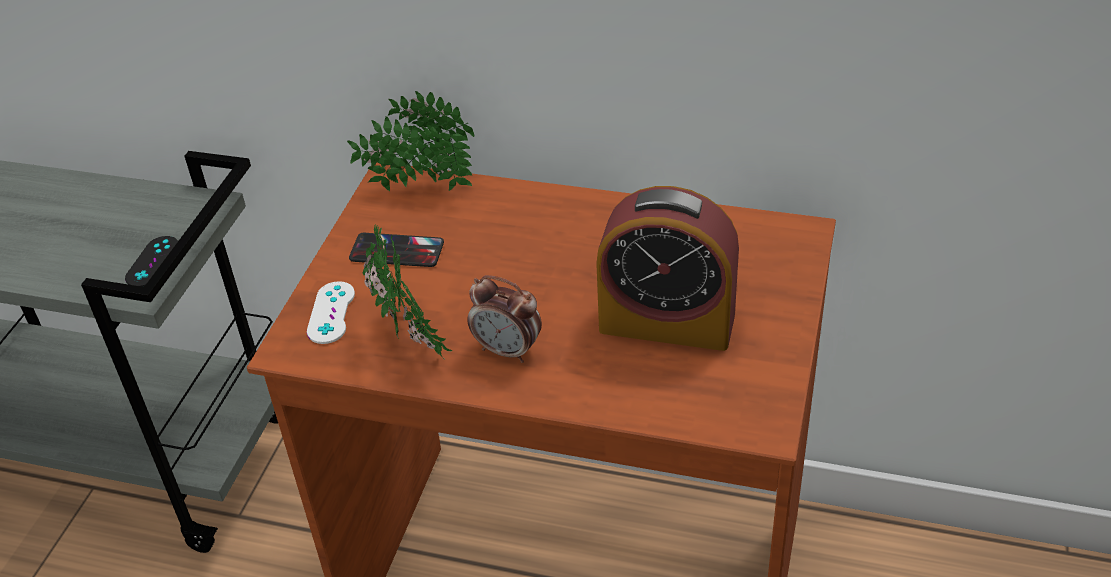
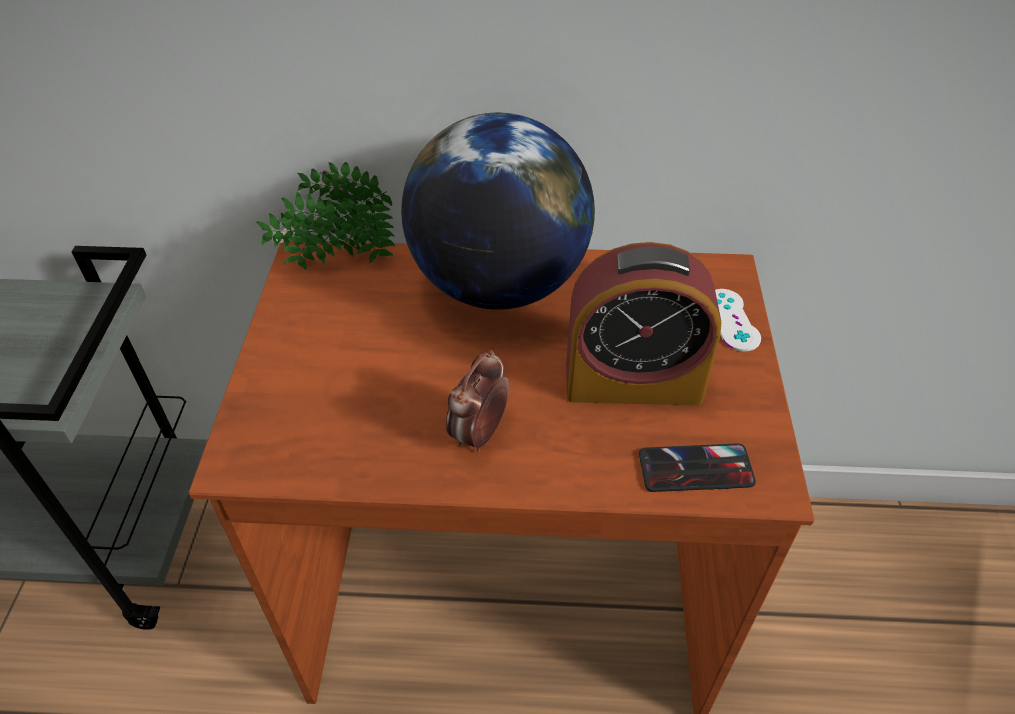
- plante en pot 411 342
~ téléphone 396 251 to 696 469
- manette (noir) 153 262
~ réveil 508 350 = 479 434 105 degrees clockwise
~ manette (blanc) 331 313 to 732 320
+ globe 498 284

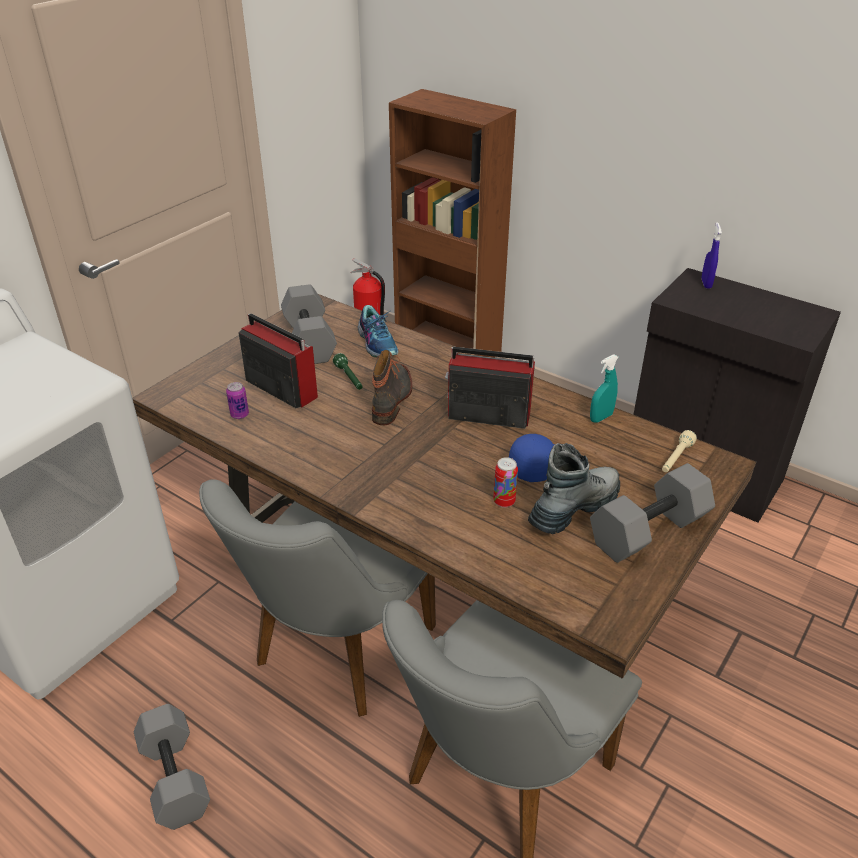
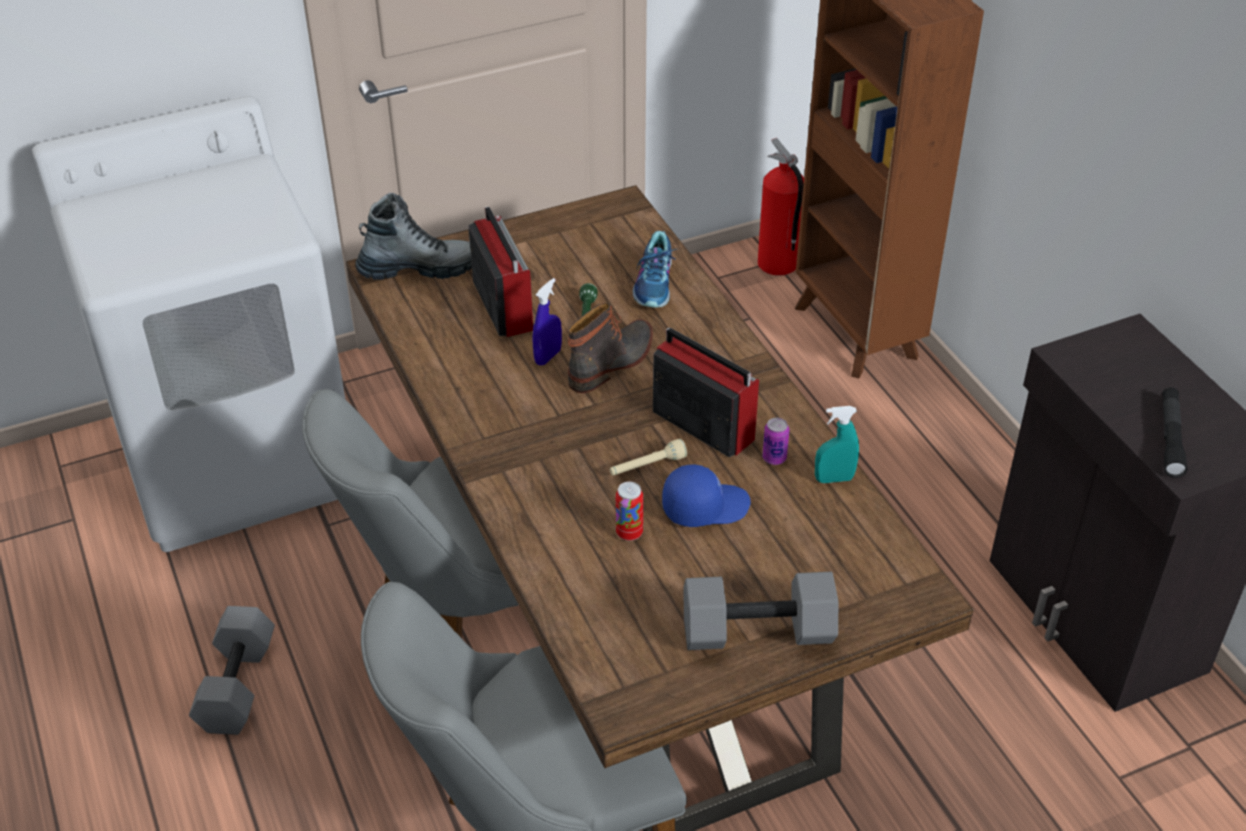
~ vaporisateur (bleu) 706 283 to 548 356
- haltère (gris) 311 341
~ boîte métallique 239 415 to 774 458
~ lampe de poche (beige) 675 459 to 647 466
~ botte 574 508 to 418 269
+ lampe de poche (noir) 1170 438

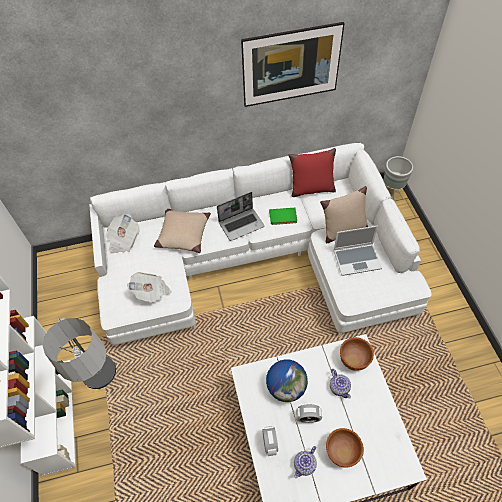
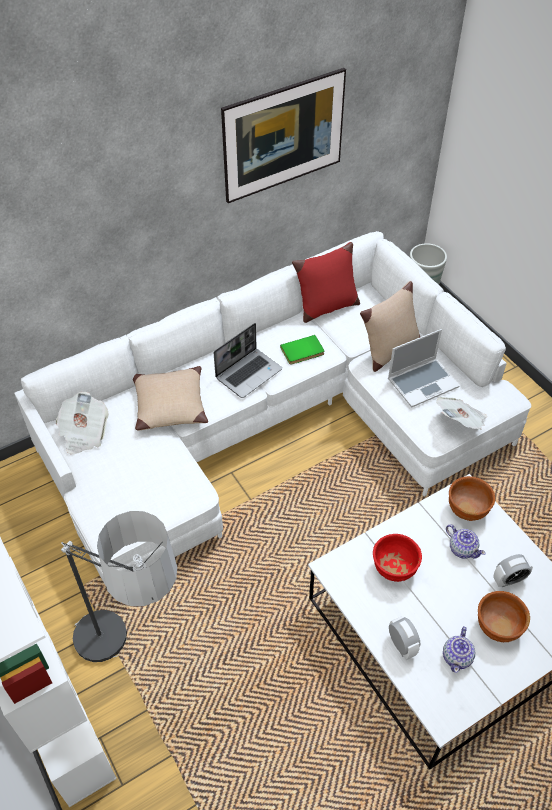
~ journal 151 292 to 461 421
~ globe 286 387 to bol (rouge) 393 568
~ réveil 308 418 to 508 580

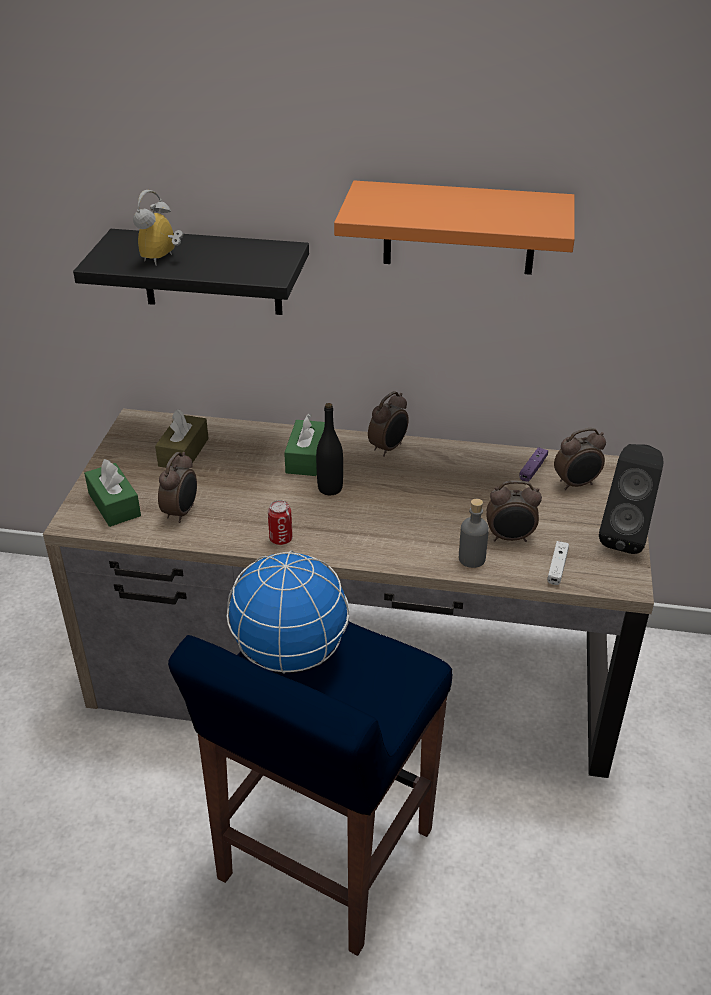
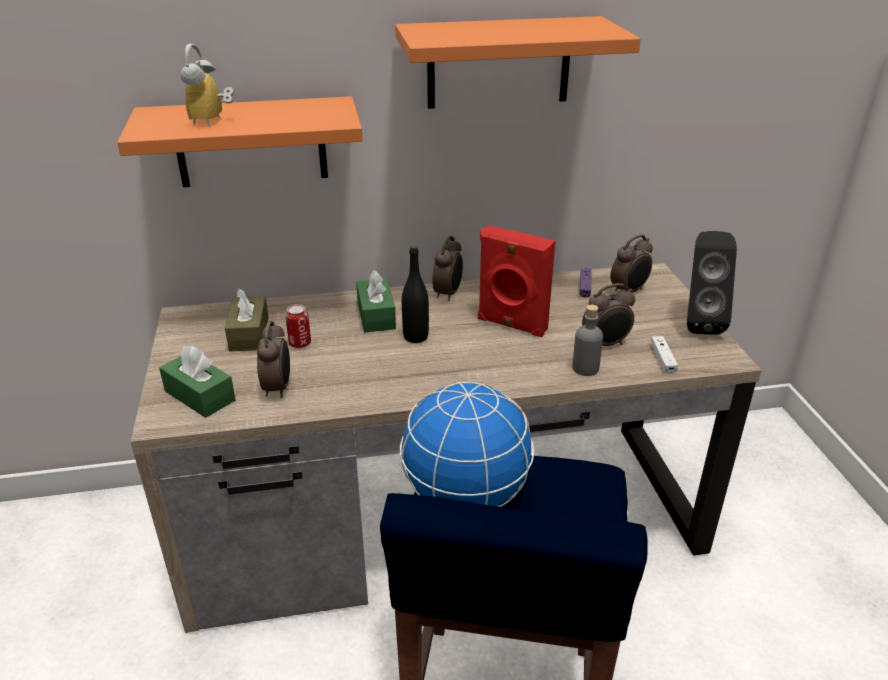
~ étagère (noir) 211 272 to étagère (orange) 251 142
~ boîte métallique 281 539 to 300 343
+ enceinte (rouge) 511 325

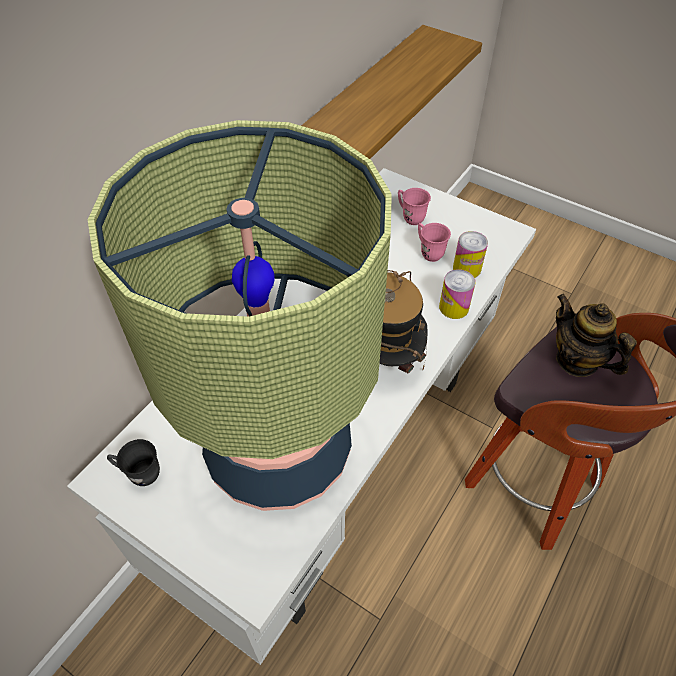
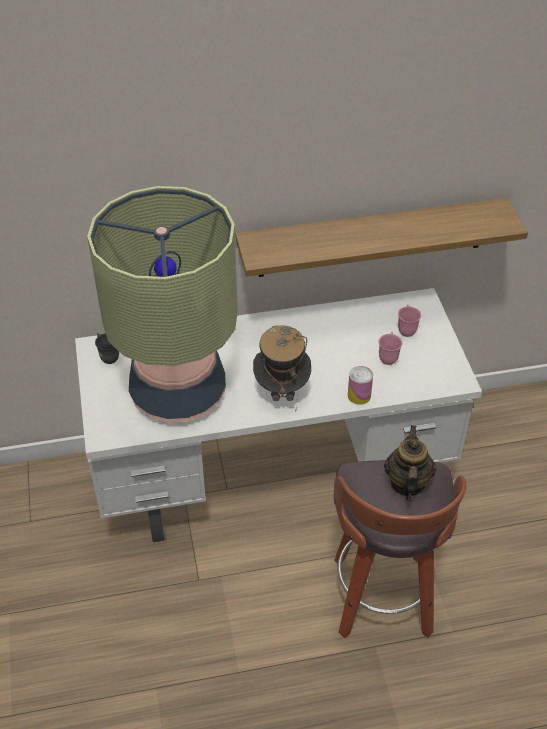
- boîte métallique 466 268

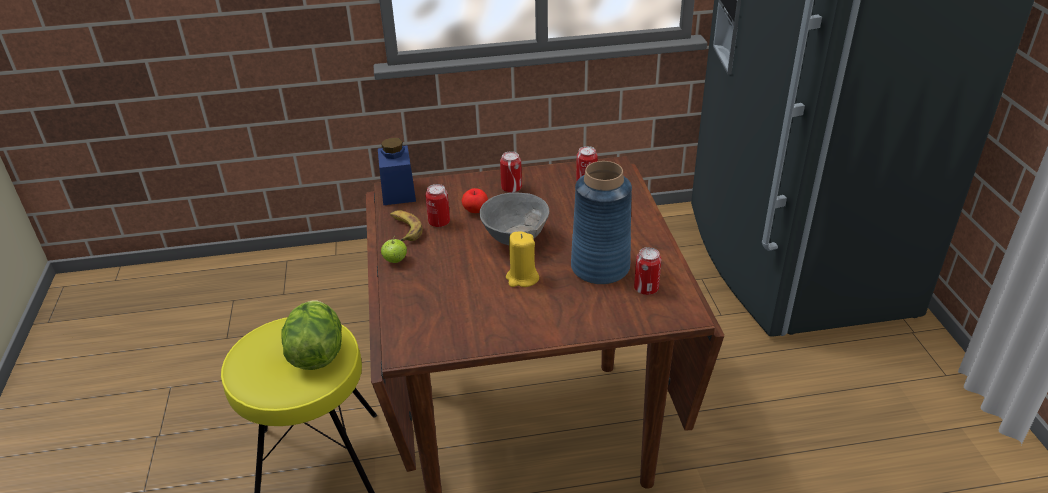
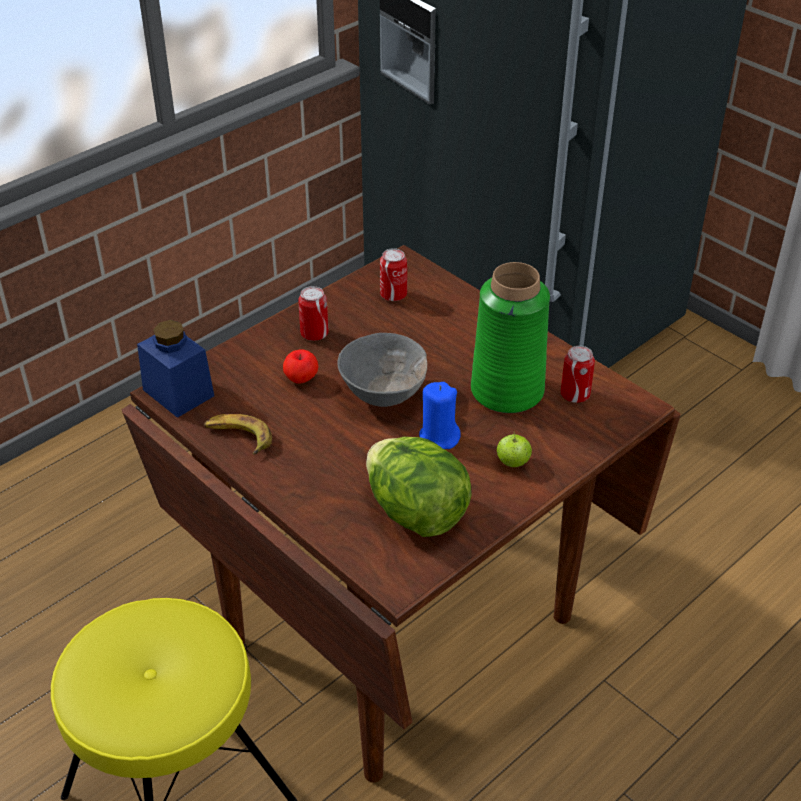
~ vase (bleu) 600 267 to vase (vert) 507 390
- boîte métallique 439 222
~ bougie (jaune) 522 278 to bougie (bleu) 438 439
~ pomme 395 261 to 513 463
~ laitue 316 354 to 416 513

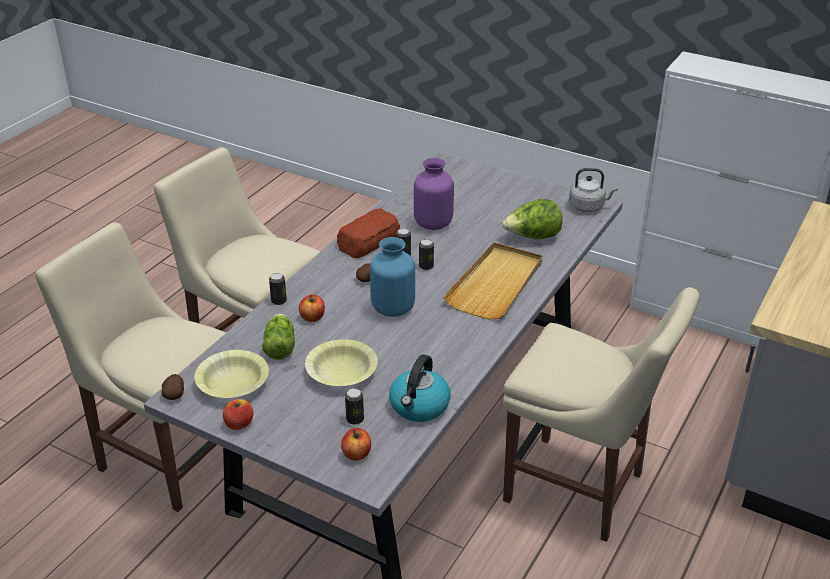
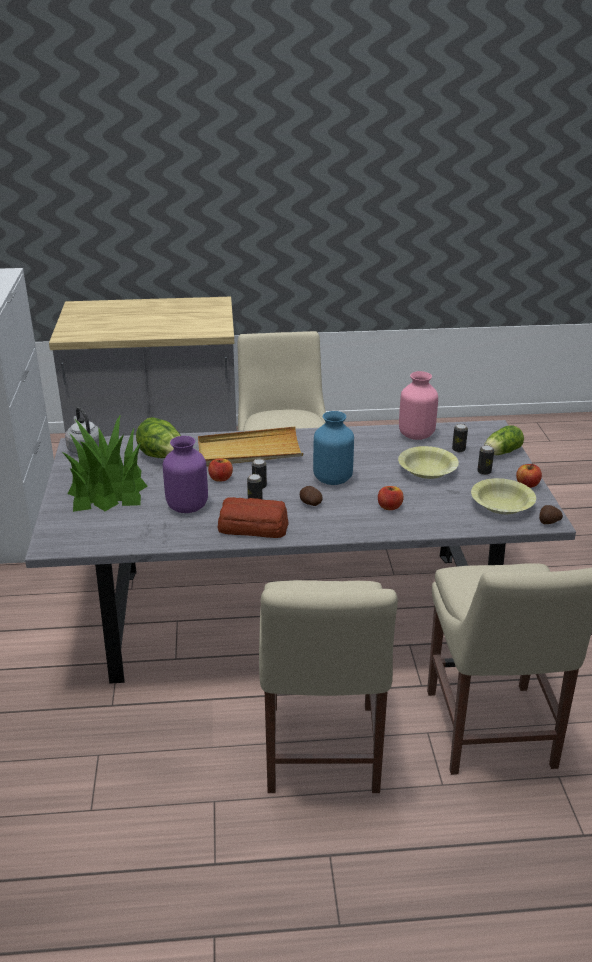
~ boîte métallique 279 301 to 484 472
~ laitue 280 345 to 500 453
~ bouilloire 419 406 to vase (rose) 415 434
~ pomme 356 454 to 220 478
+ plante en pot 107 489

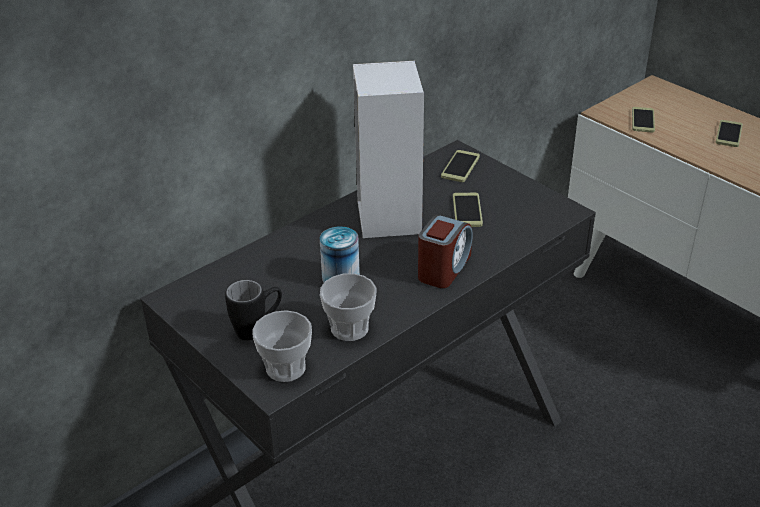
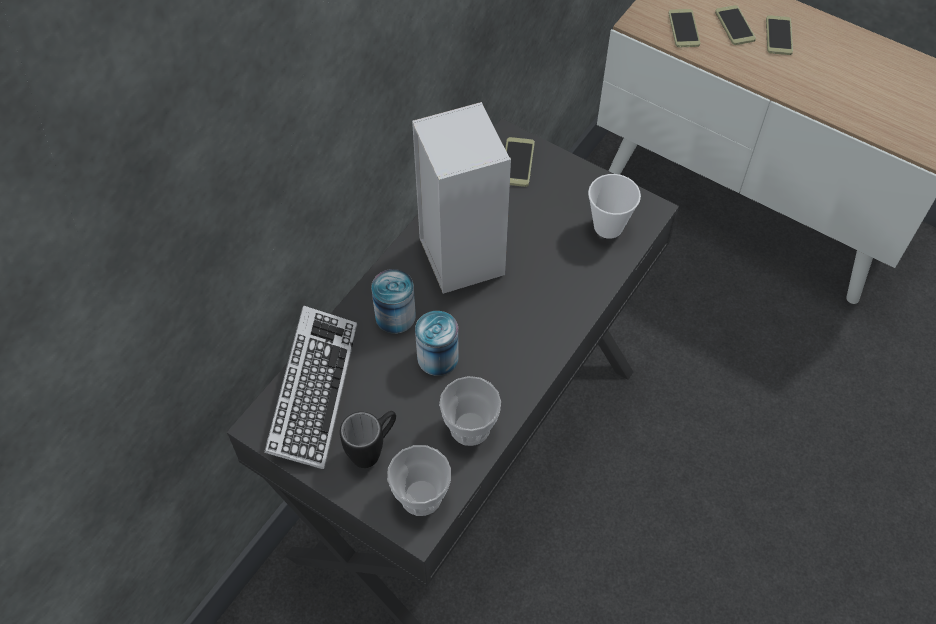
~ téléphone 467 210 to 735 26
- réveil 444 268
+ tasse 608 227
+ boîte métallique 395 316
+ clavier 313 391

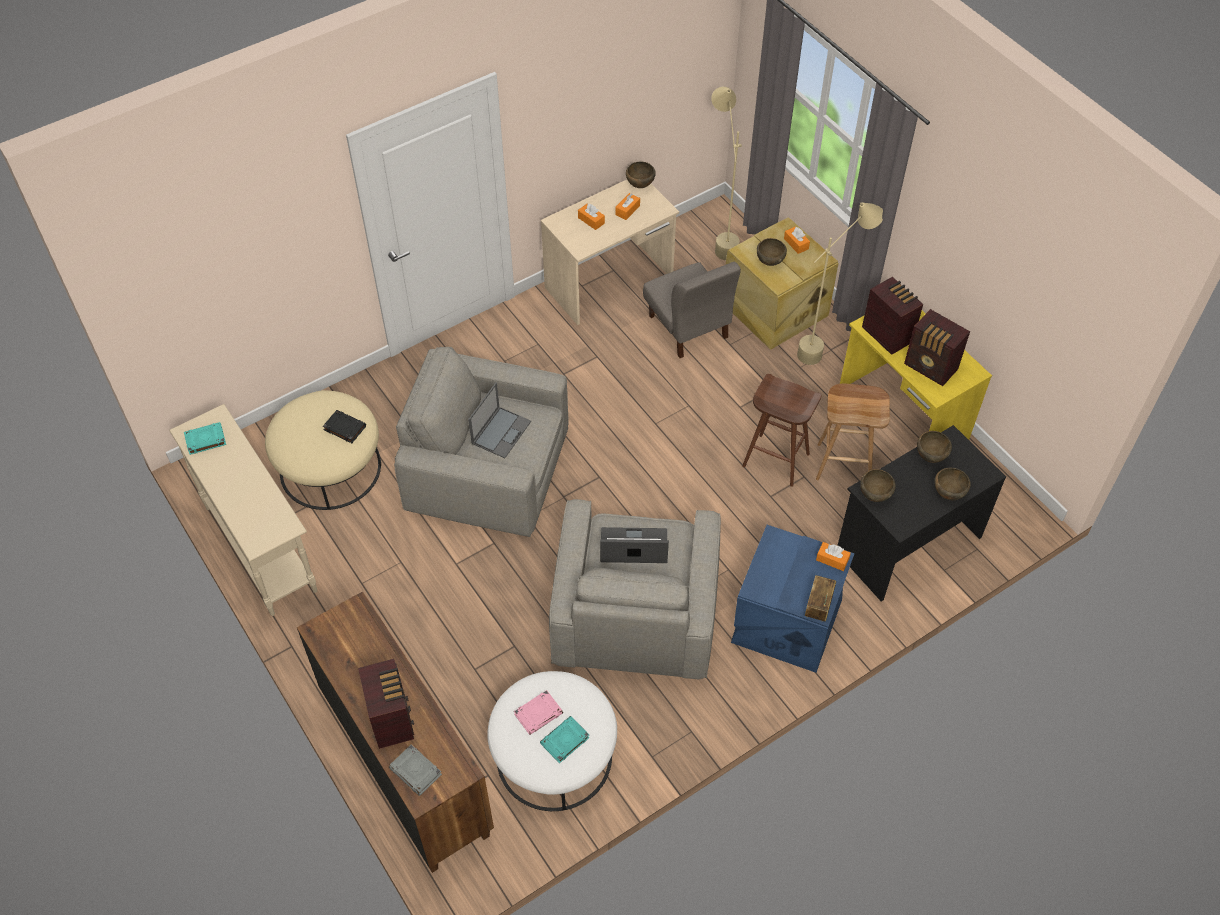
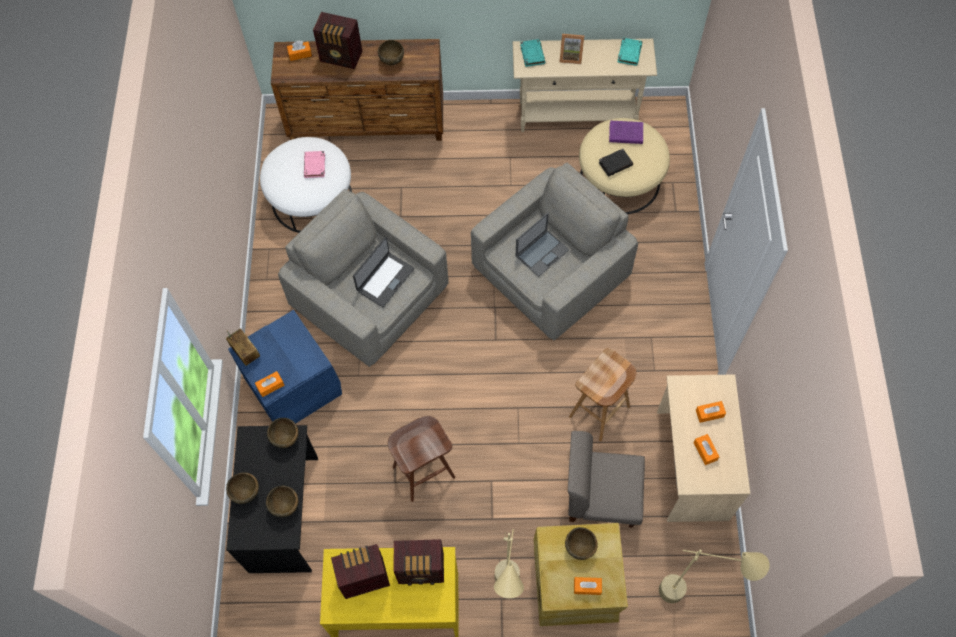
~ bol (marron) 640 185 to 392 61
~ ordinateur portable 501 432 = 542 252 105 degrees counterclockwise
~ tabouret (marron) 845 463 to 599 412
~ livre (turquoise) 564 741 to 532 54
~ livre (gris) 416 772 to boîte à mouchoirs (orange) 300 54
+ cadre photo 571 56
+ livre (violet) 624 134

